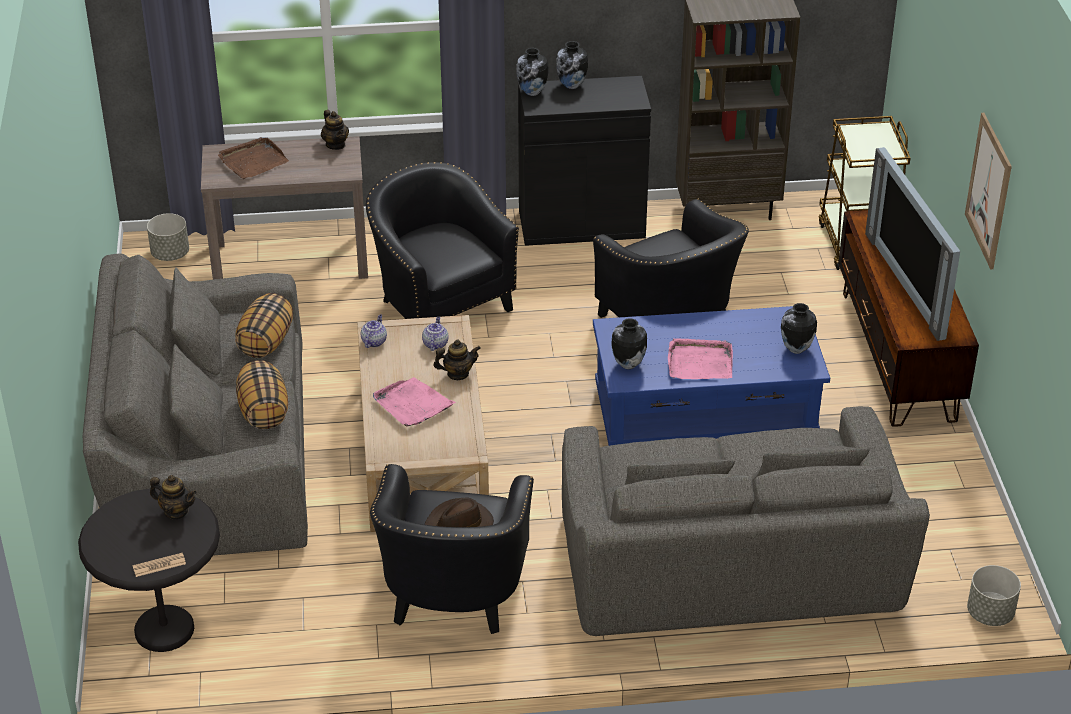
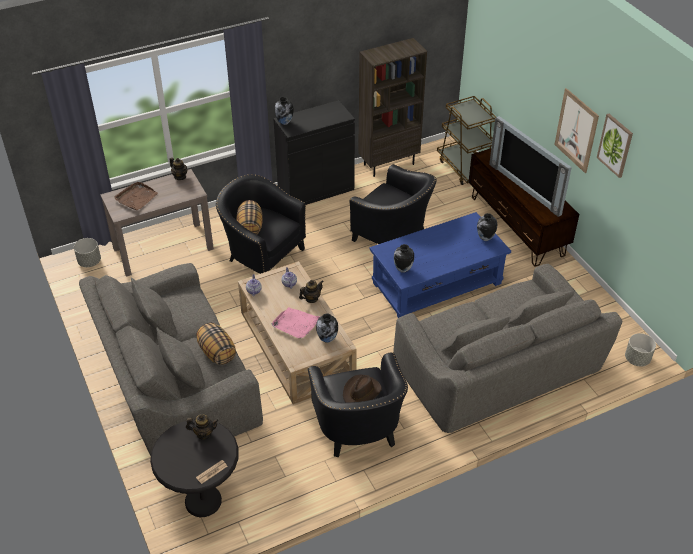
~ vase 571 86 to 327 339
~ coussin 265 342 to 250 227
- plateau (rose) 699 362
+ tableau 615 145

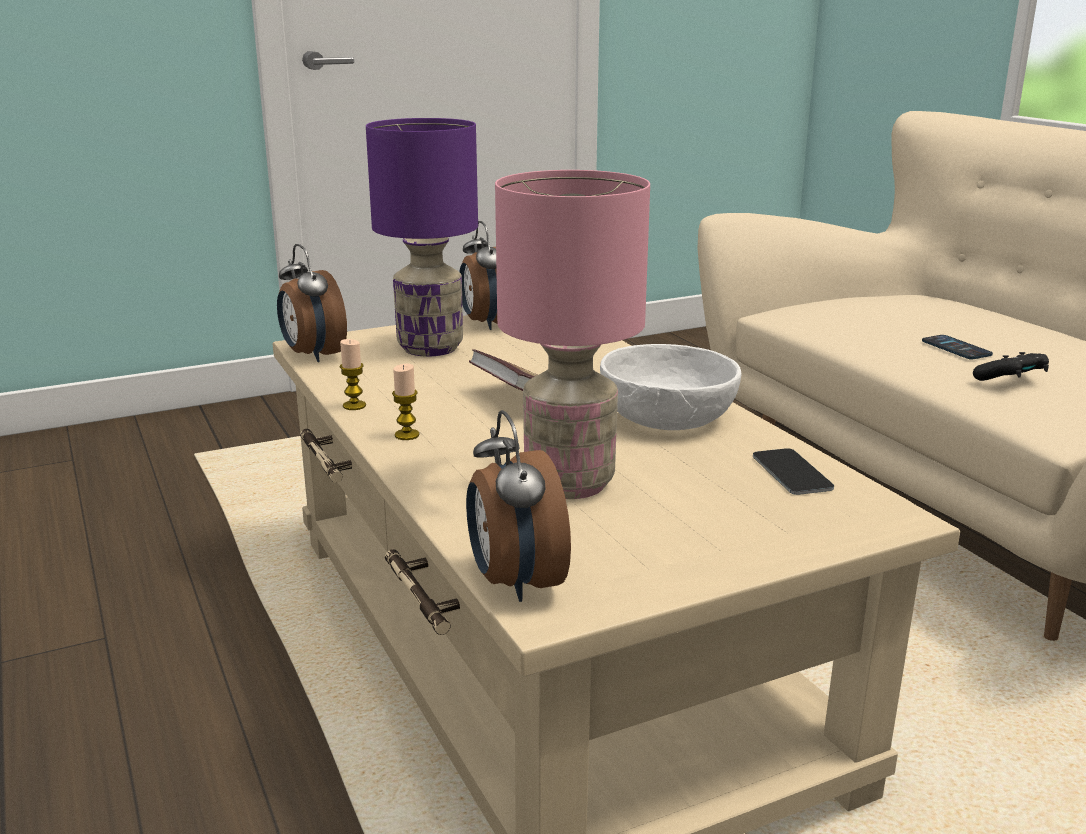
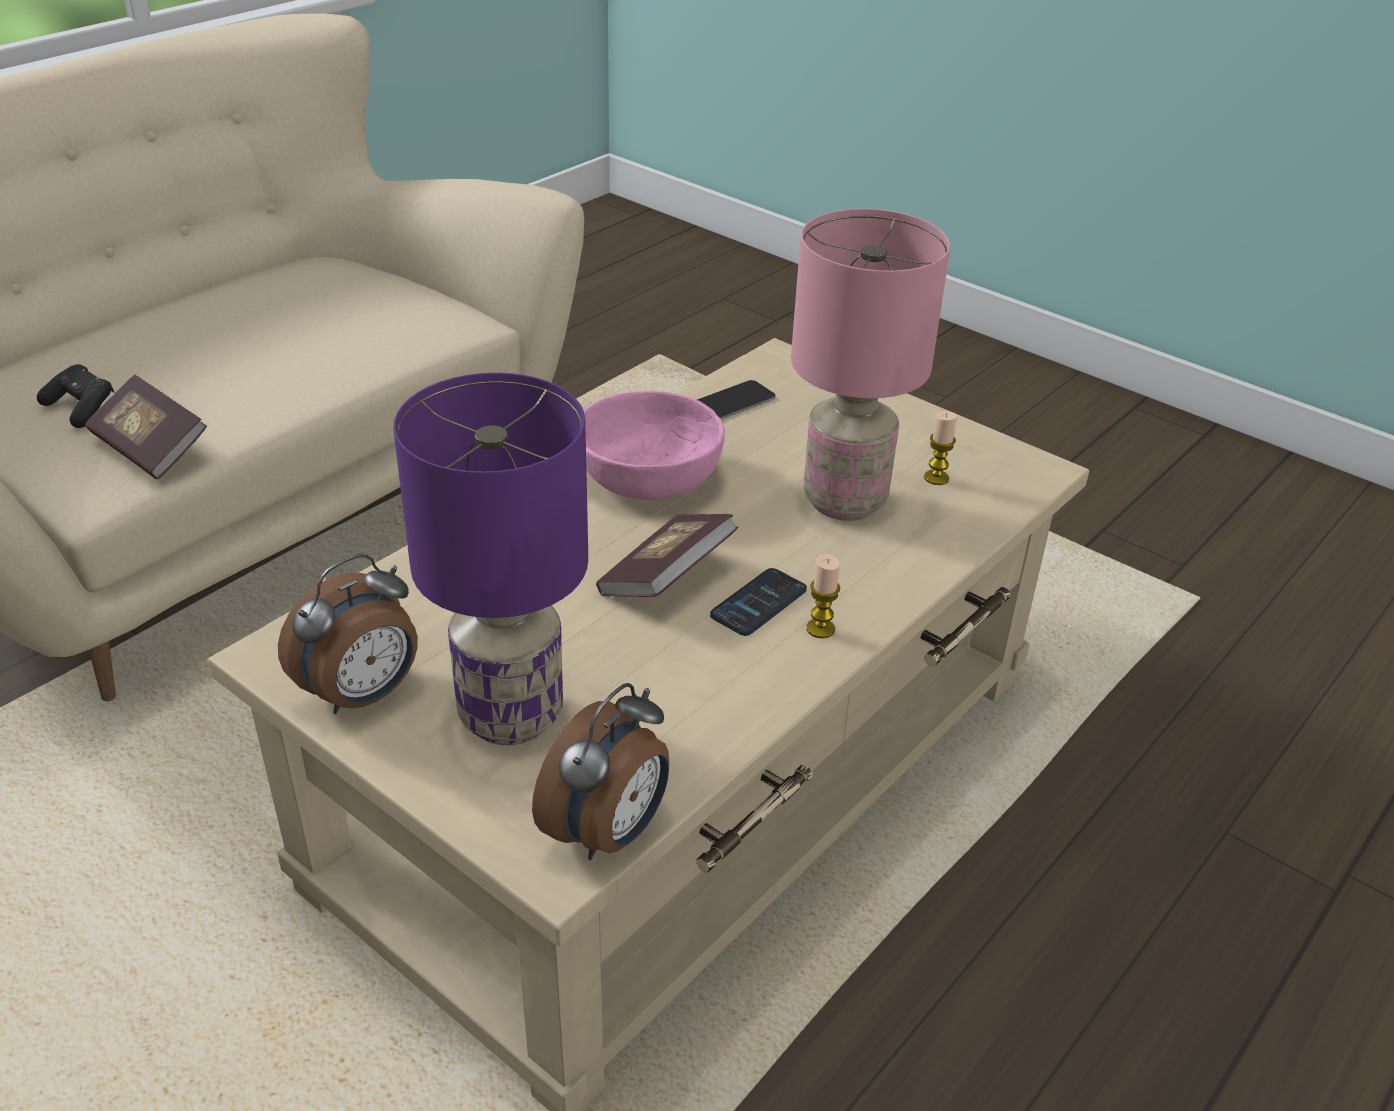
~ téléphone 956 348 to 758 603
~ bougie 354 406 to 936 478
~ bol (blanc) 668 416 to bol (rose) 648 477
~ manette (noir) 1011 380 to 81 408
- réveil 514 582
+ livre 151 448

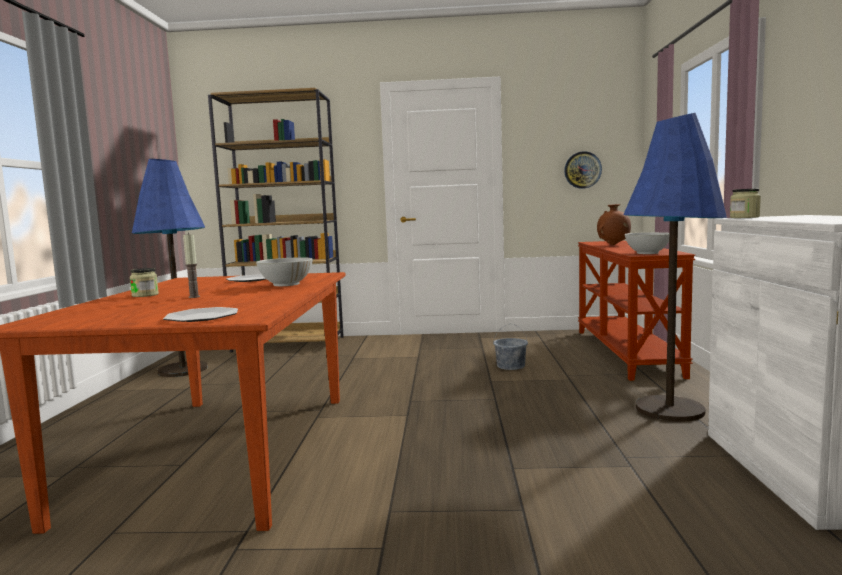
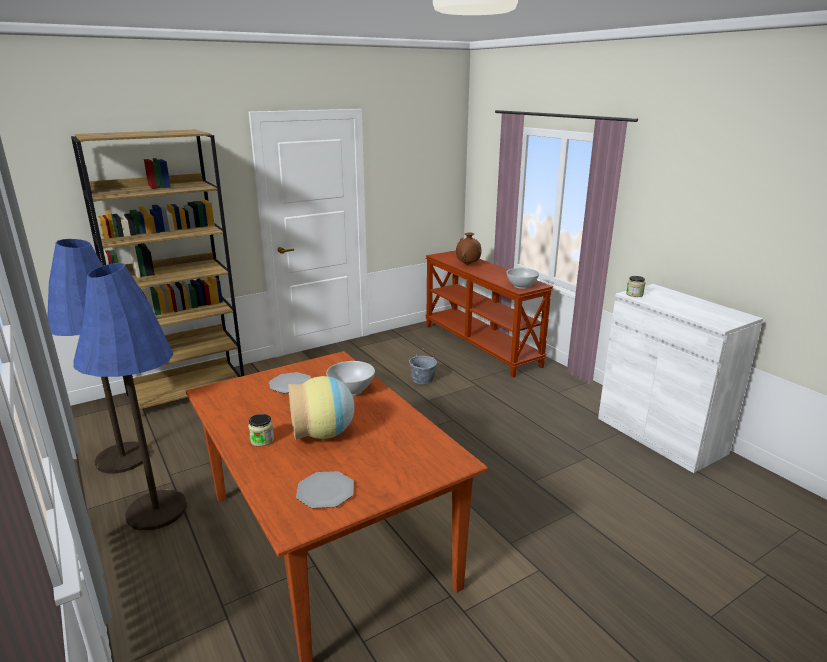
~ lampadaire (bleu) 669 409 to 157 510
- horloge murale 582 170
~ bougie 194 297 to vase 323 434
~ assiette 202 317 to 325 491

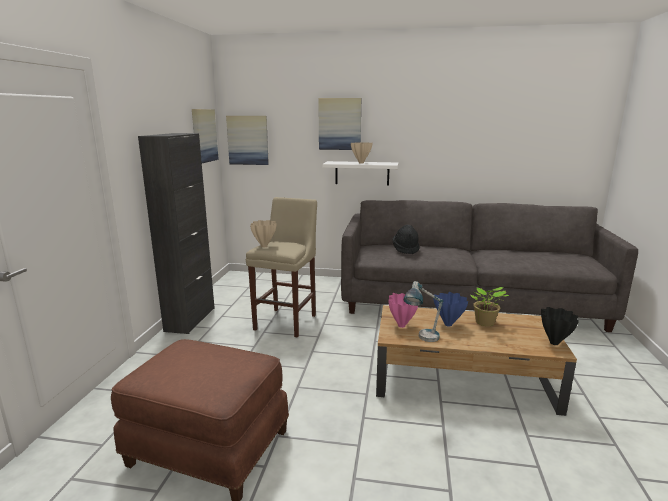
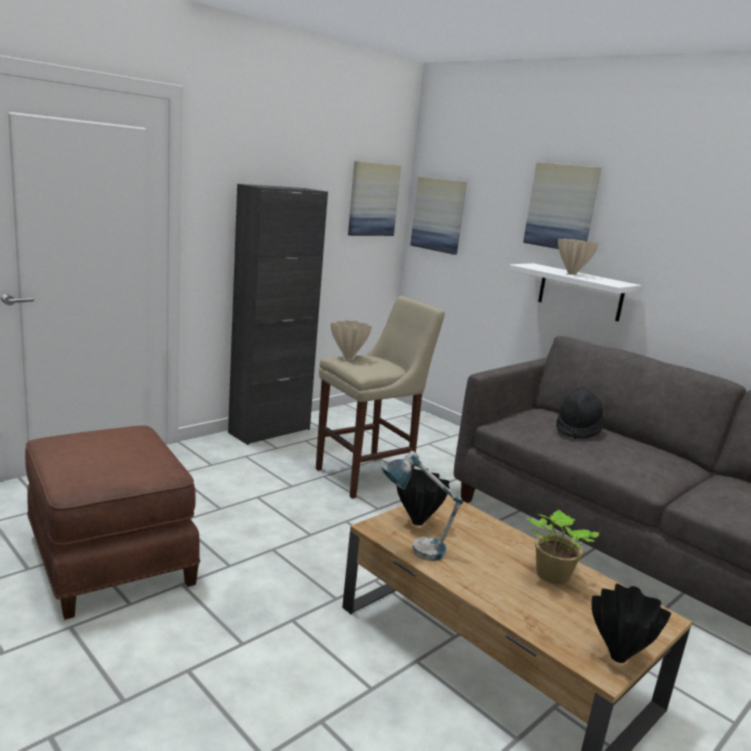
- vase (bleu) 449 325
~ vase (rose) 402 326 to vase (noir) 417 523

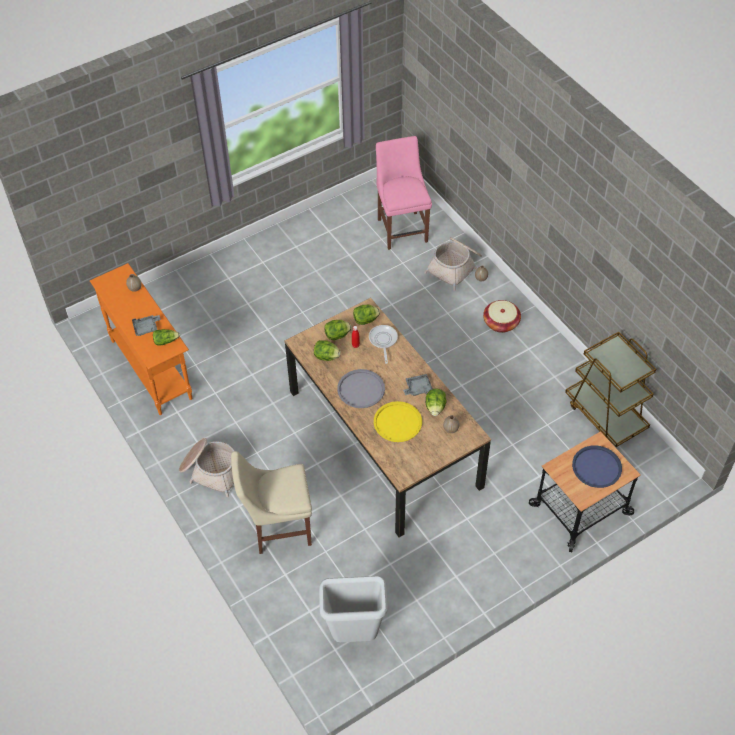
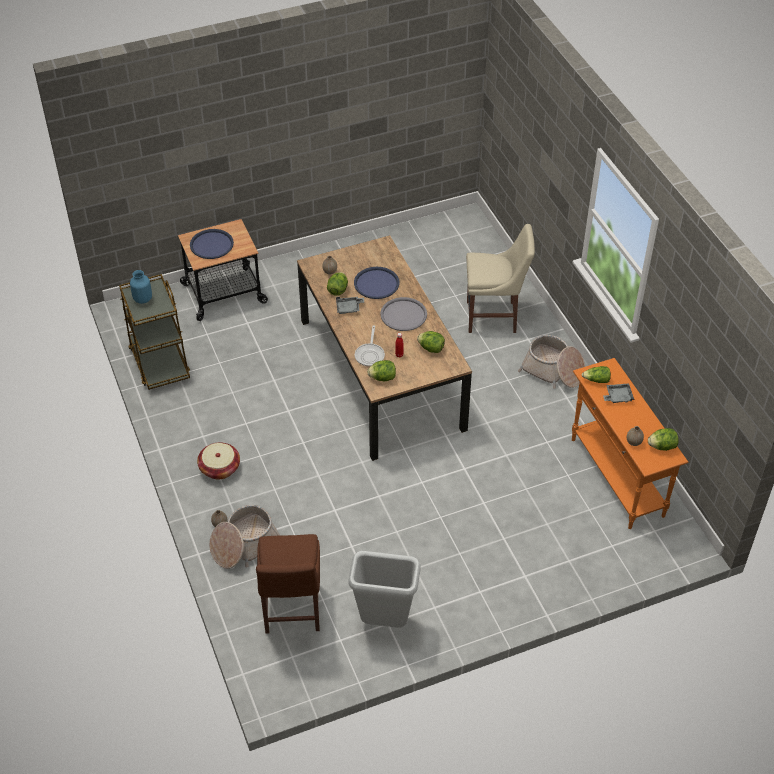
~ chaise (rose) 402 228 to chaise (marron) 291 611
~ laitue 337 335 to 662 446
~ plateau (jaune) 397 422 to plateau (bleu) 376 283
~ poubelle (gris) 354 635 to 385 621
+ vase (bleu) 142 299

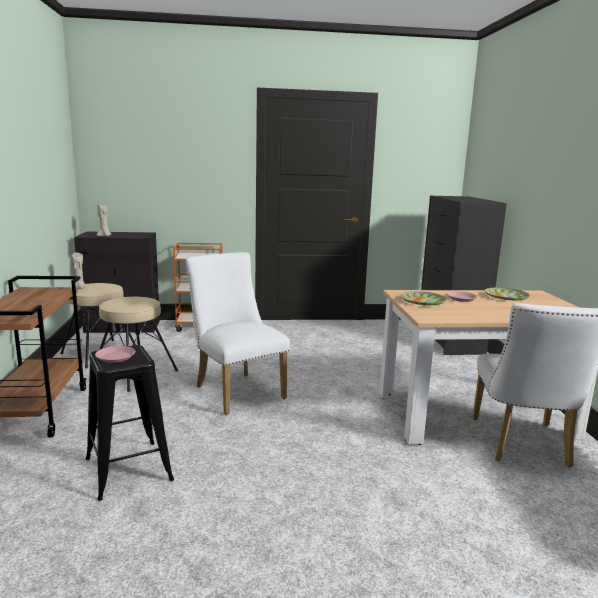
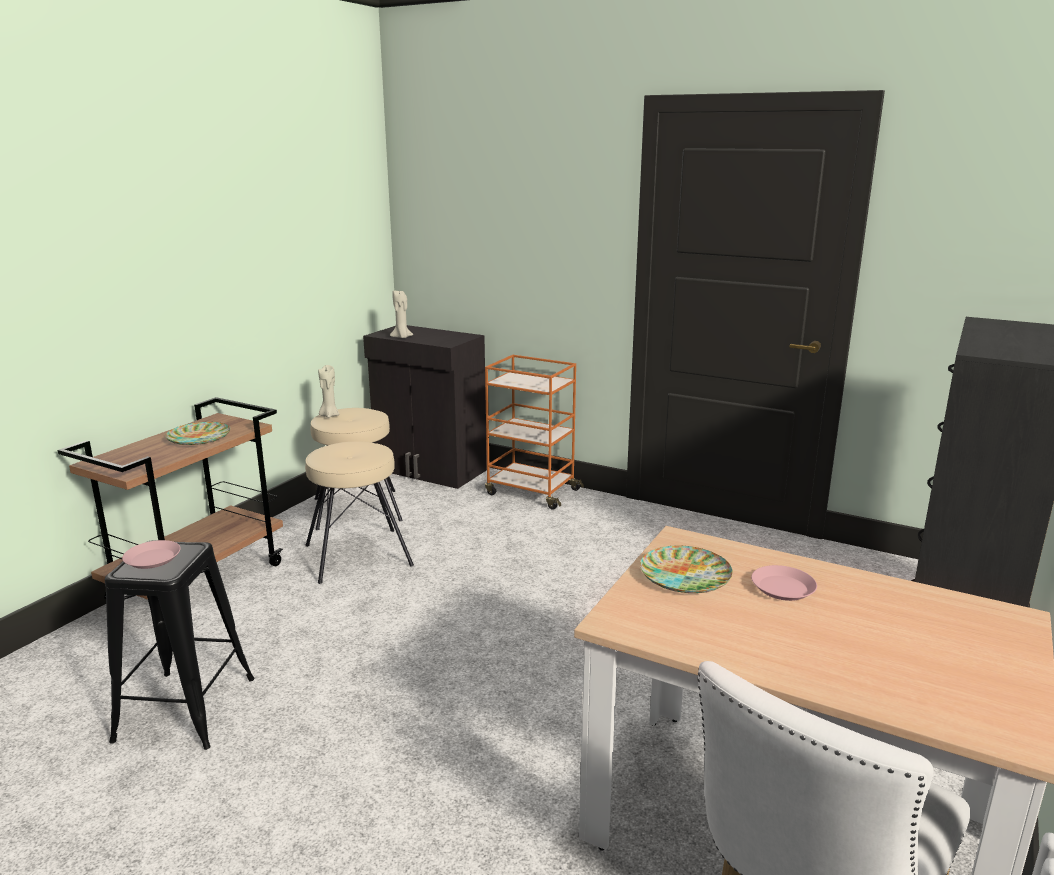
- chaise (blanc) 236 390
~ assiette 506 297 to 199 438

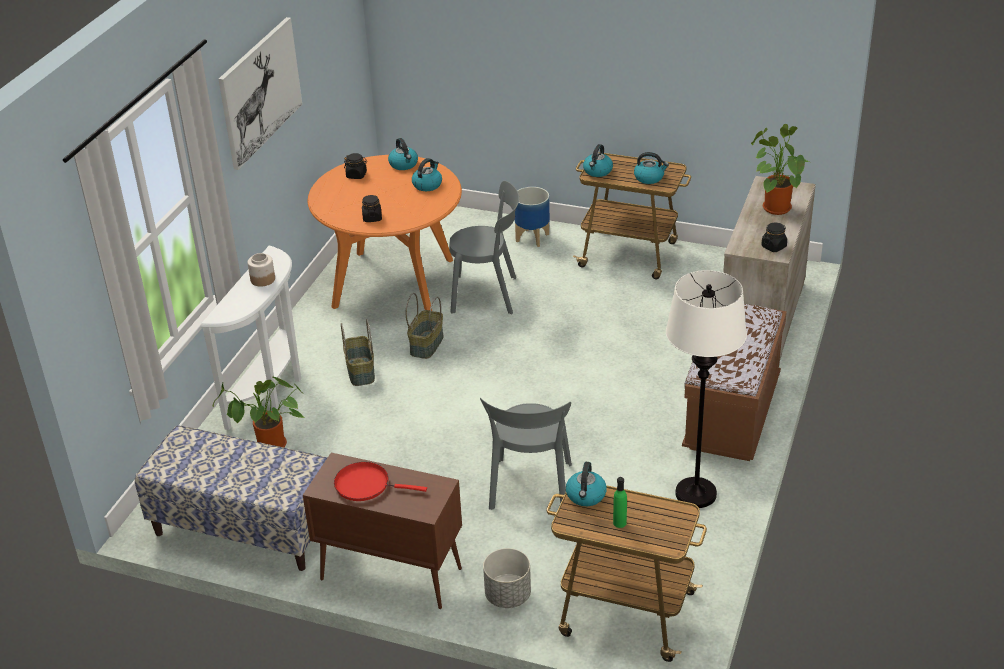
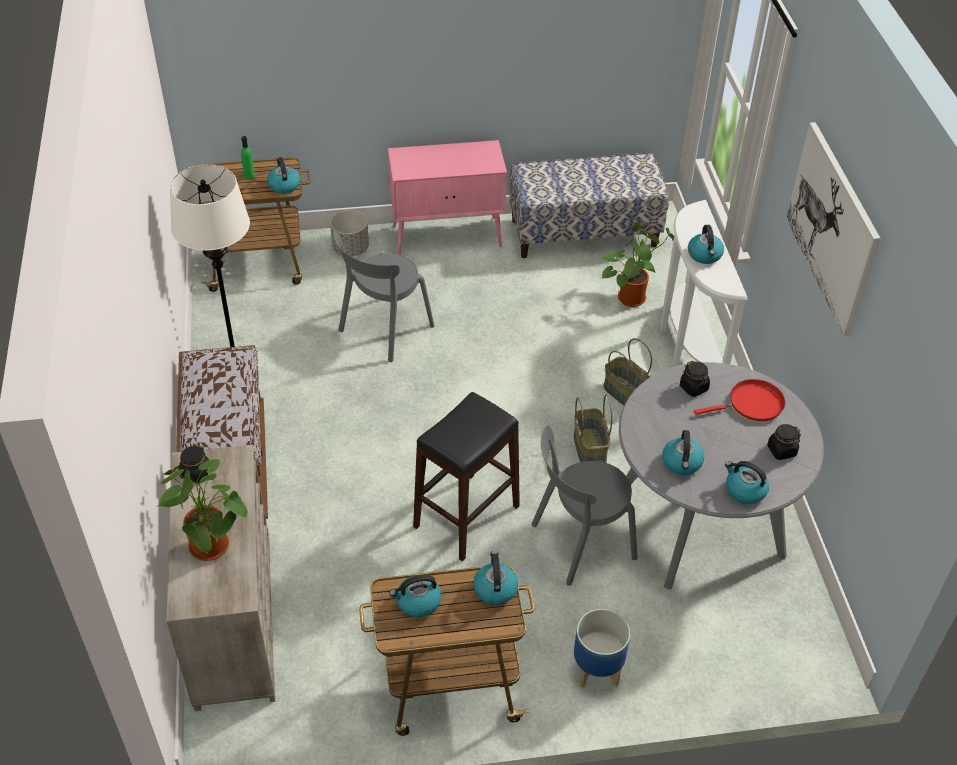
~ table à manger (orange) 393 283 to table à manger (gris) 700 522
~ bocal 262 279 to bouilloire 705 255
~ chaise (gris) 530 489 = 383 331 120 degrees counterclockwise
~ meuble de rangement (marron) 389 574 to meuble de rangement (rose) 448 236
~ poêle (rouge) 366 485 to 752 404
+ tabouret (noir) 466 517

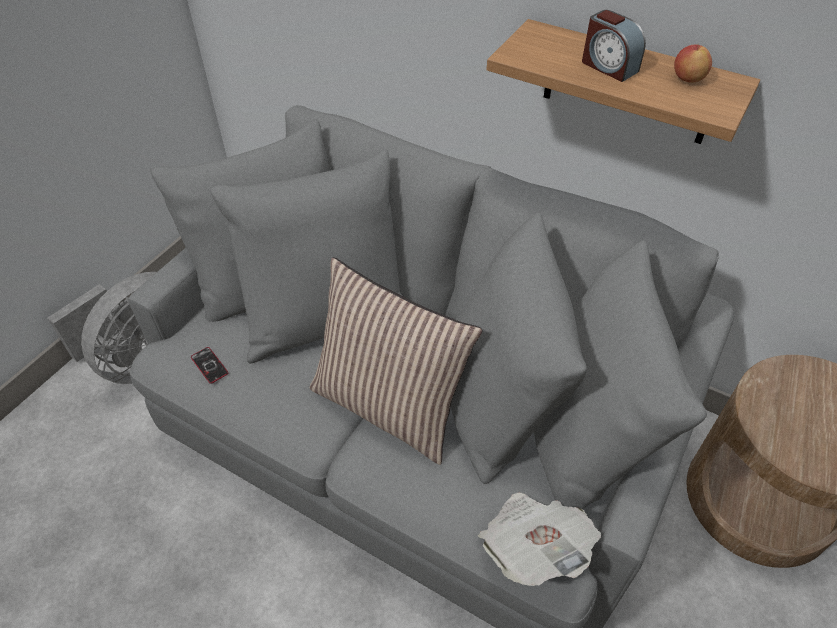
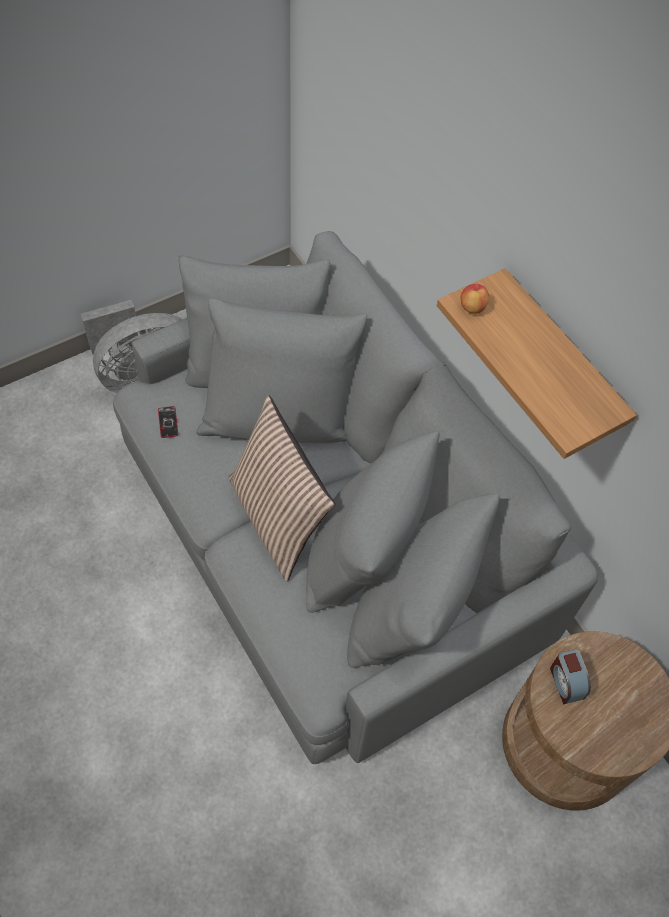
~ réveil 608 66 to 566 682
~ pomme 687 79 to 472 307
- journal 533 546

